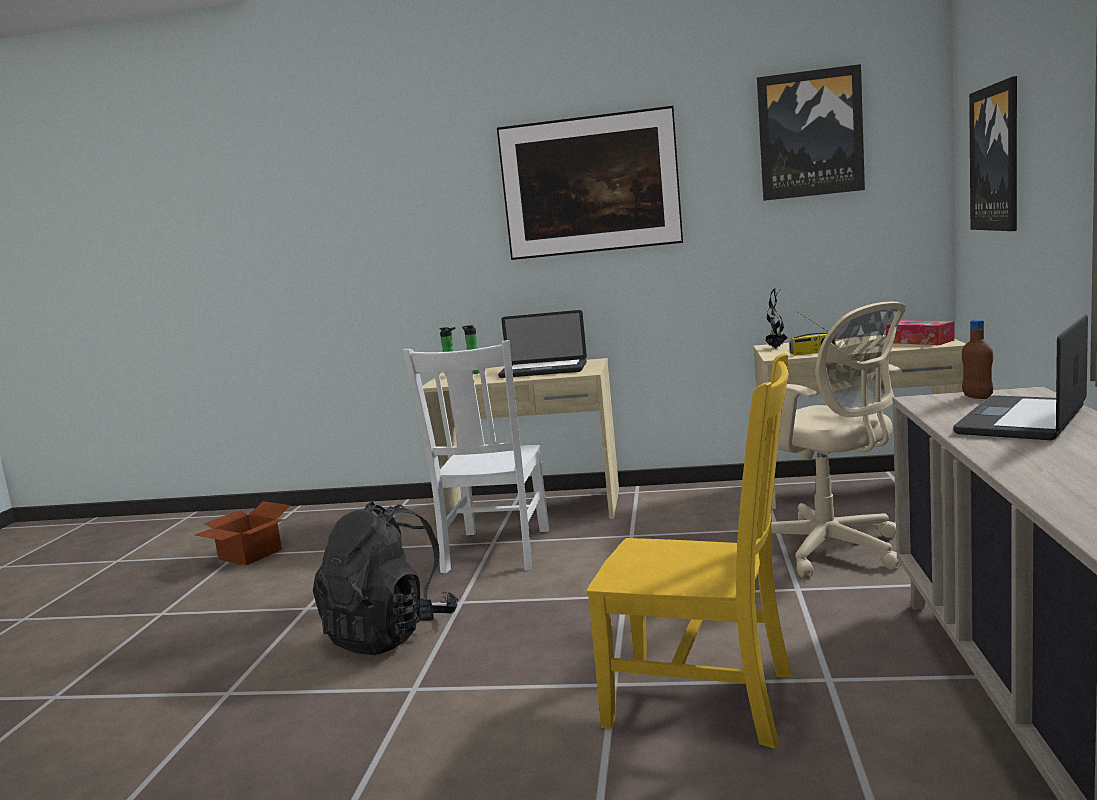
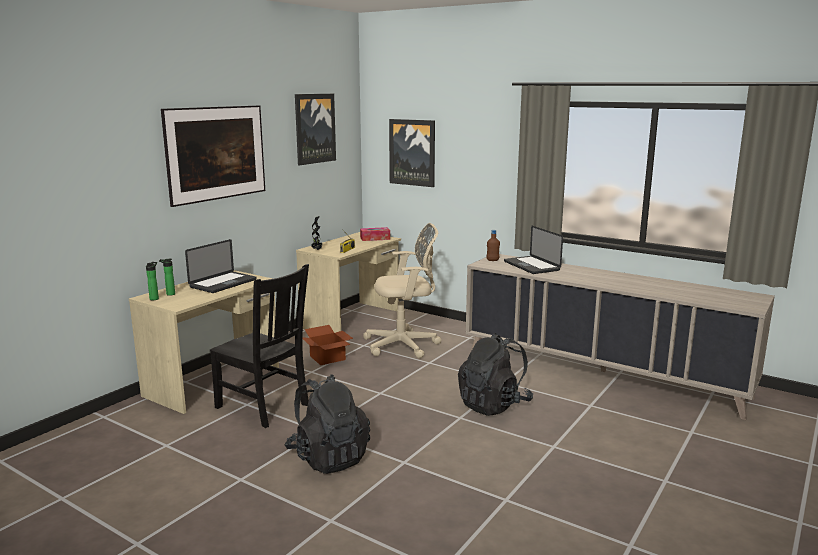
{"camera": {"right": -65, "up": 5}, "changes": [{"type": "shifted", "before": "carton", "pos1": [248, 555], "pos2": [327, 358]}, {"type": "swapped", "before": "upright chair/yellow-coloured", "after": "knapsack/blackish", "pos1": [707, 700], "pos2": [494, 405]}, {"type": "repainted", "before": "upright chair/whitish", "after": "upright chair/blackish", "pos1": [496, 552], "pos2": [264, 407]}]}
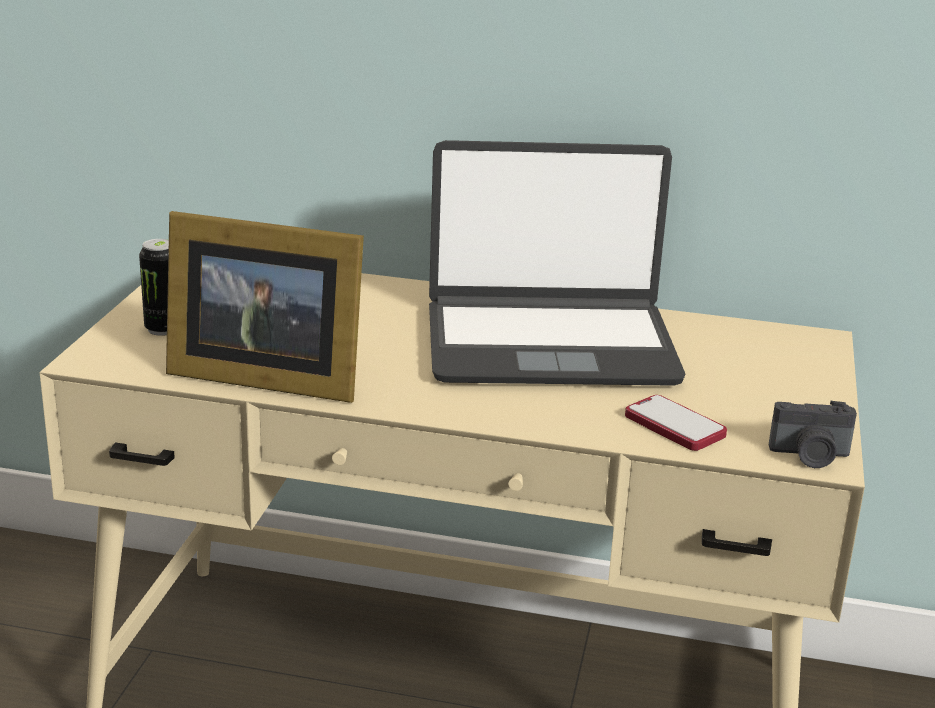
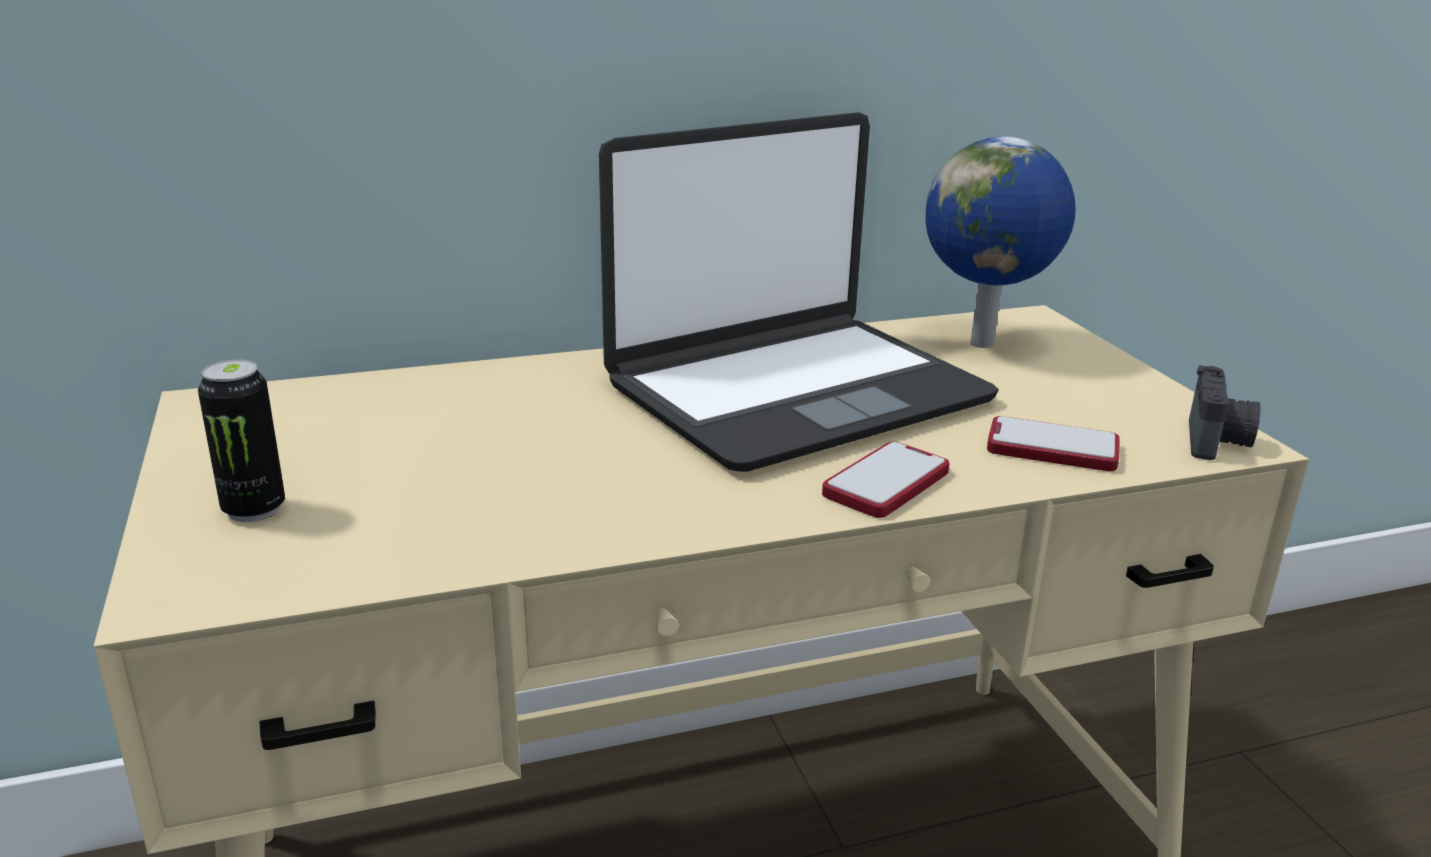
{"camera": {"right": -30, "up": 0}, "changes": [{"type": "gone", "before": "standing frame", "pos1": [262, 375]}, {"type": "new", "after": "handset", "pos2": [886, 483]}, {"type": "new", "after": "globe", "pos2": [984, 344]}, {"type": "rotated", "before": "photo camera", "pos1": [810, 456], "pos2": [1217, 441], "turn": -45}]}
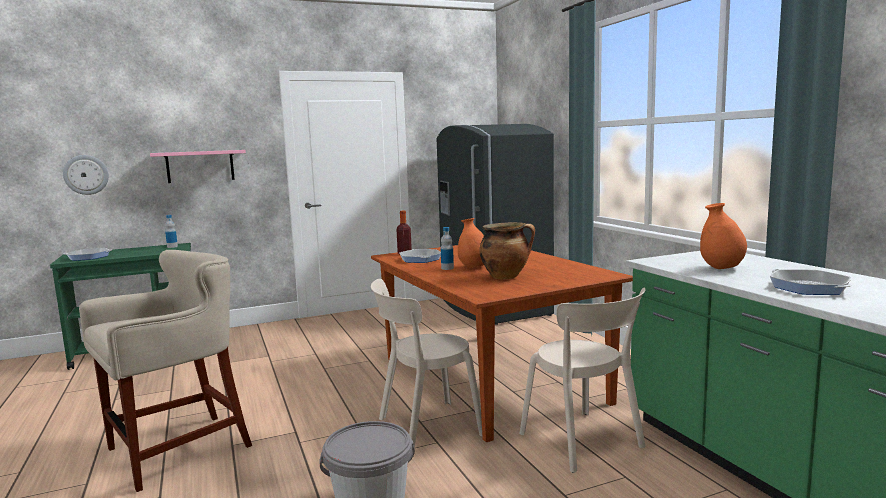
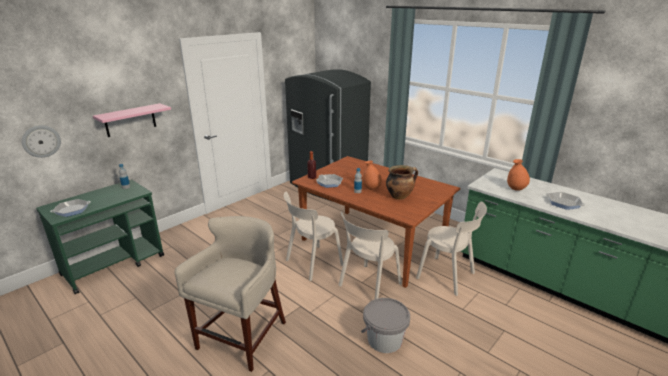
{"camera": {"right": -25, "up": 15}, "changes": [{"type": "new", "after": "upright chair/beige", "pos2": [312, 263]}]}
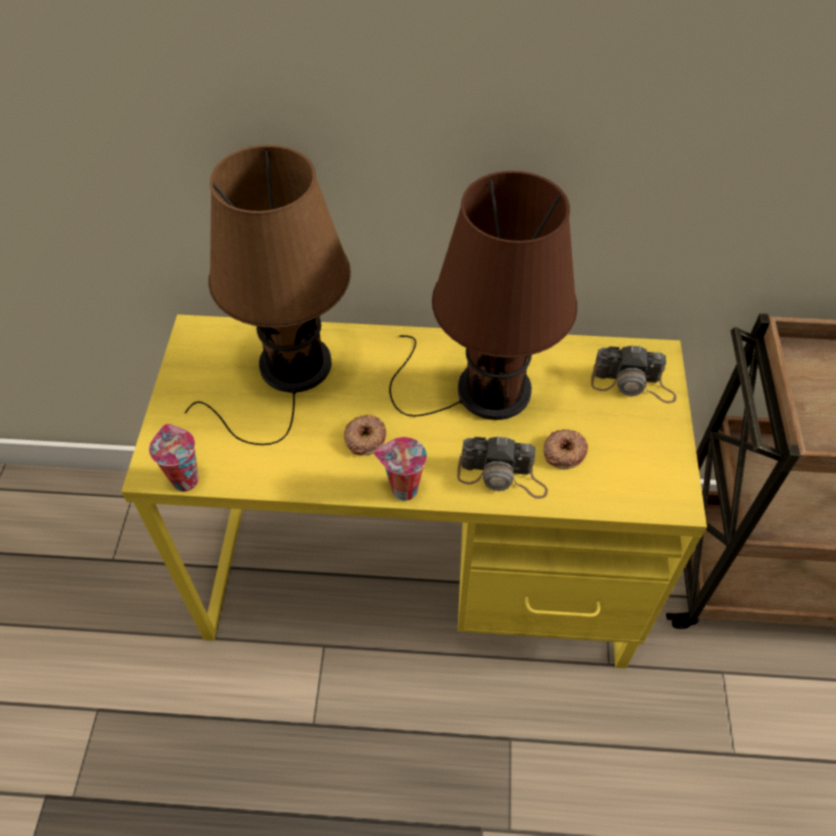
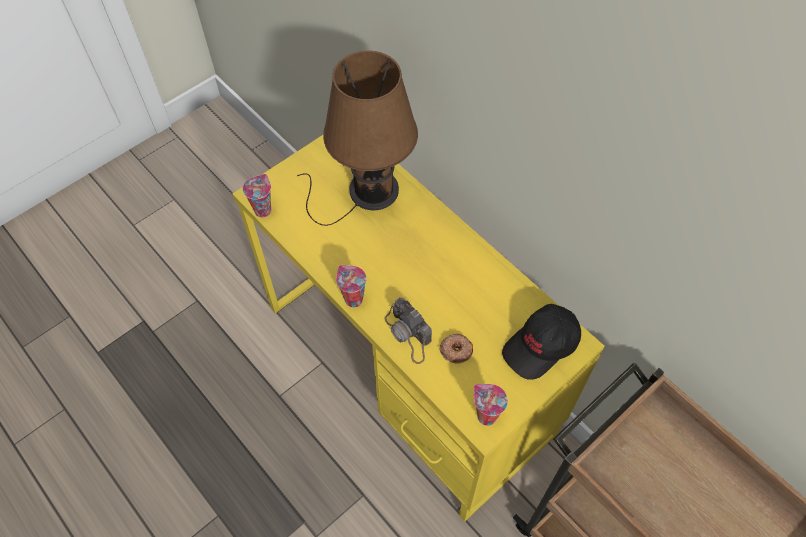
{"camera": {"right": 45, "up": 5}, "changes": [{"type": "gone", "before": "donut", "pos1": [365, 438]}, {"type": "gone", "before": "lamp for a table/brown", "pos1": [484, 389]}, {"type": "new", "after": "cup", "pos2": [485, 415]}, {"type": "swapped", "before": "photo camera", "after": "cap/blackish", "pos1": [633, 384], "pos2": [541, 346]}]}
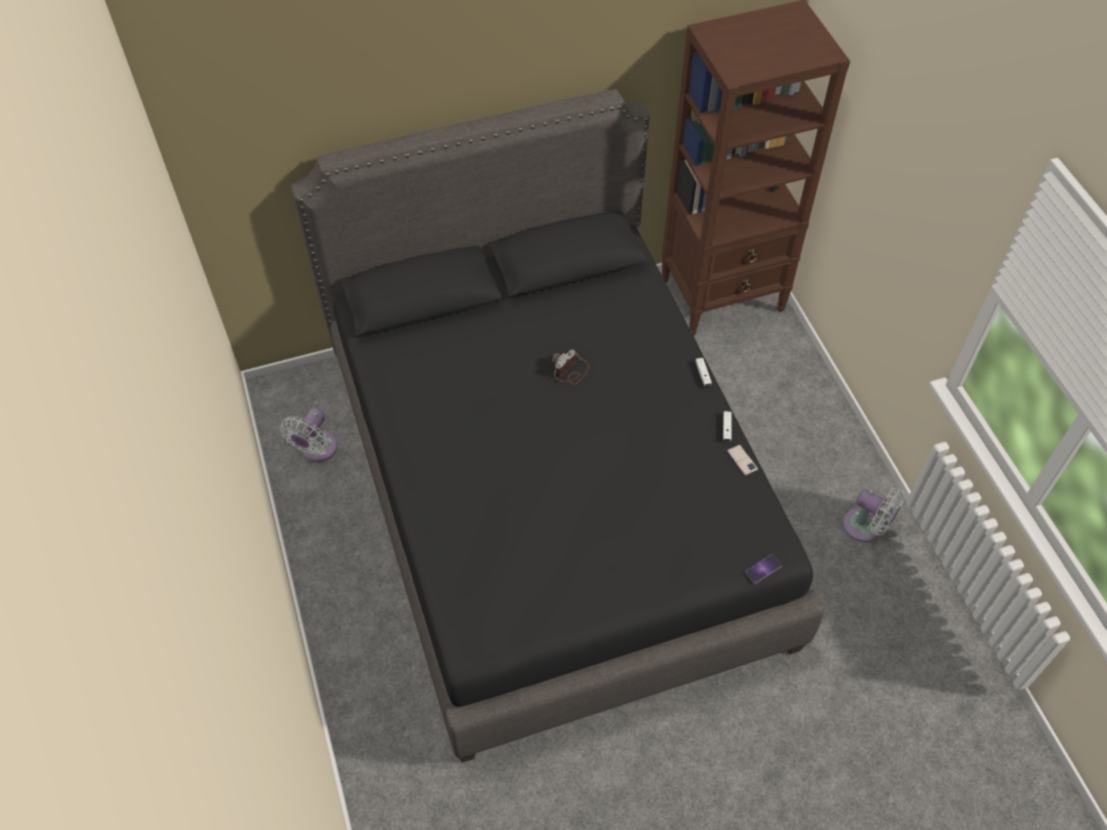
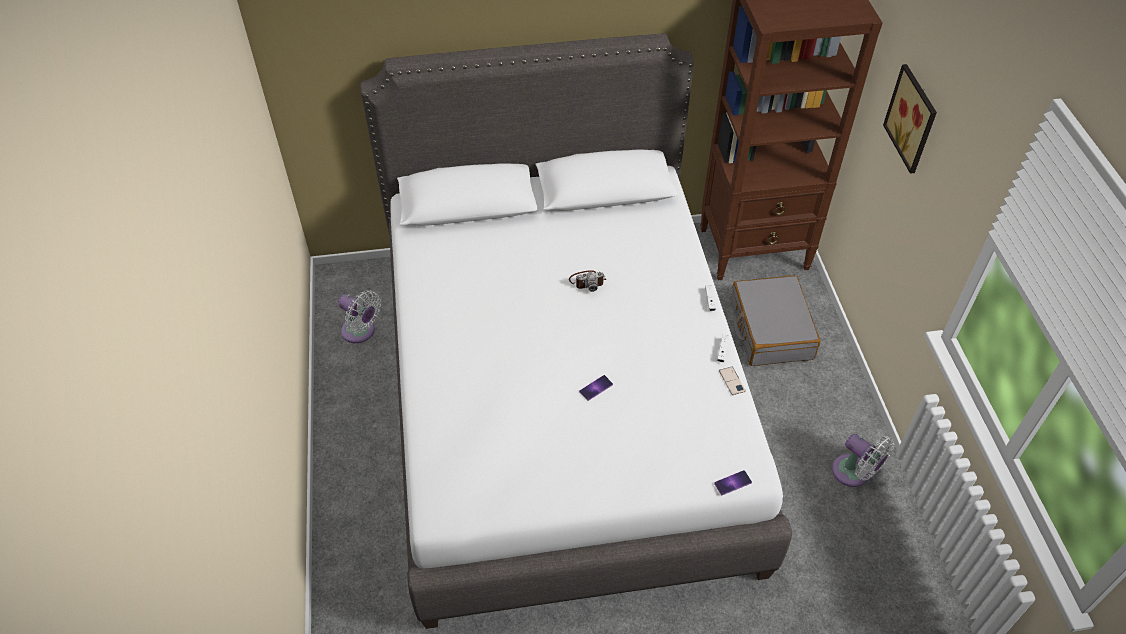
{"camera": {"right": 10, "up": -5}, "changes": [{"type": "new", "after": "handset", "pos2": [596, 388]}, {"type": "new", "after": "travel case/grey", "pos2": [770, 330]}, {"type": "new", "after": "picture", "pos2": [914, 118]}, {"type": "repainted", "before": "bedroom bed/blackish", "after": "bedroom bed/whitish", "pos1": [551, 495], "pos2": [561, 400]}, {"type": "rotated", "before": "cooling fan/whitish", "pos1": [317, 450], "pos2": [361, 332], "turn": -90}, {"type": "rotated", "before": "photo camera", "pos1": [570, 371], "pos2": [587, 281], "turn": -150}]}
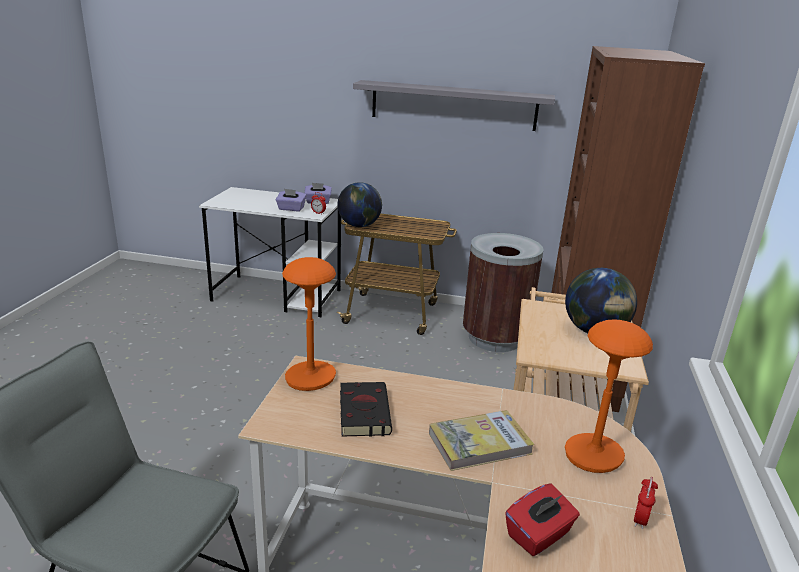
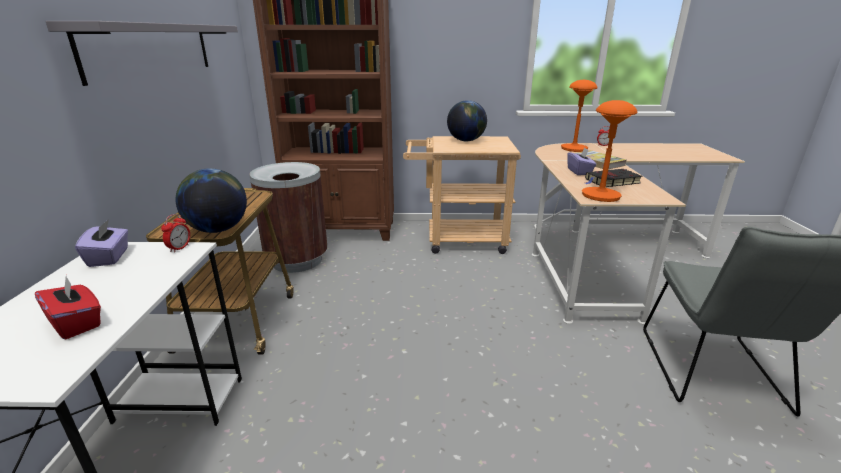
{"camera": {"right": -100, "up": 0}, "changes": [{"type": "shifted", "before": "tissue holder/purple-coloured", "pos1": [291, 209], "pos2": [579, 172]}, {"type": "shifted", "before": "tissue holder/reddish", "pos1": [539, 535], "pos2": [77, 323]}]}
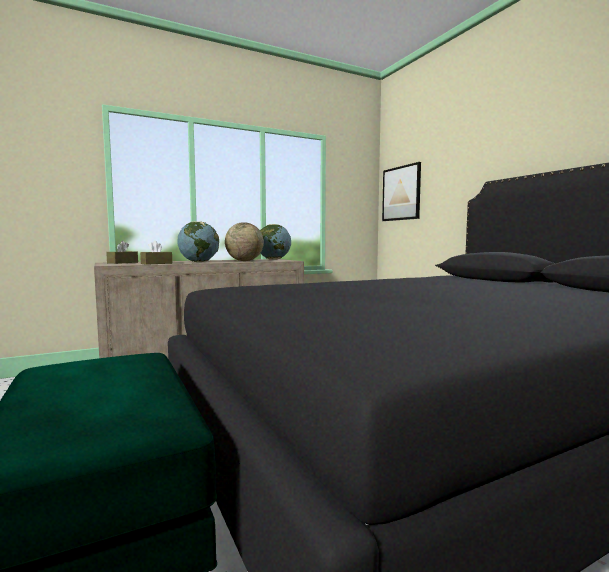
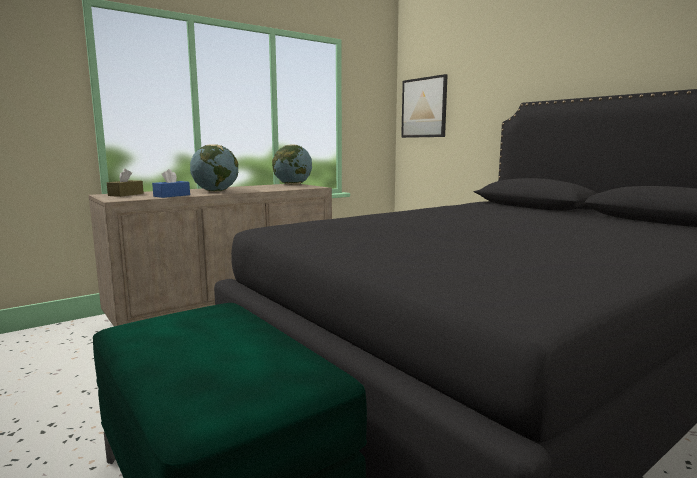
{"camera": {"right": -10, "up": 5}, "changes": [{"type": "gone", "before": "globe", "pos1": [244, 261]}, {"type": "repainted", "before": "tissue holder/brown", "after": "tissue holder/bluish", "pos1": [156, 263], "pos2": [172, 195]}]}
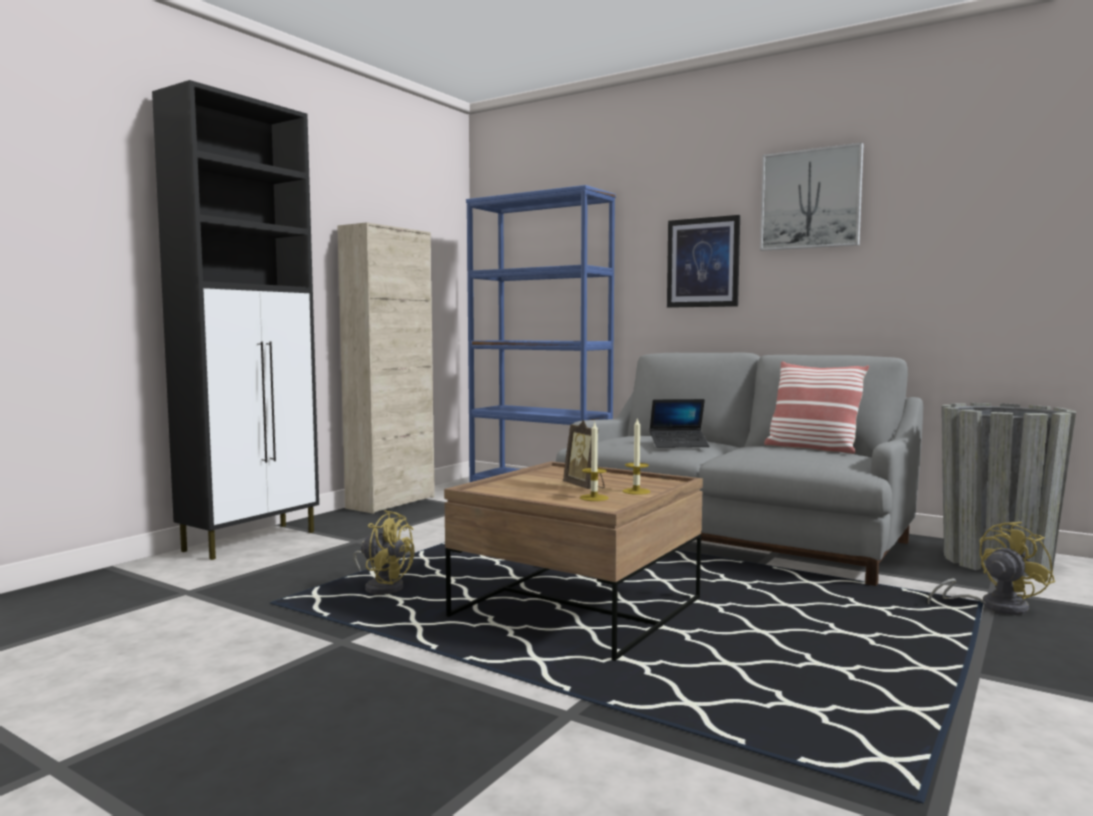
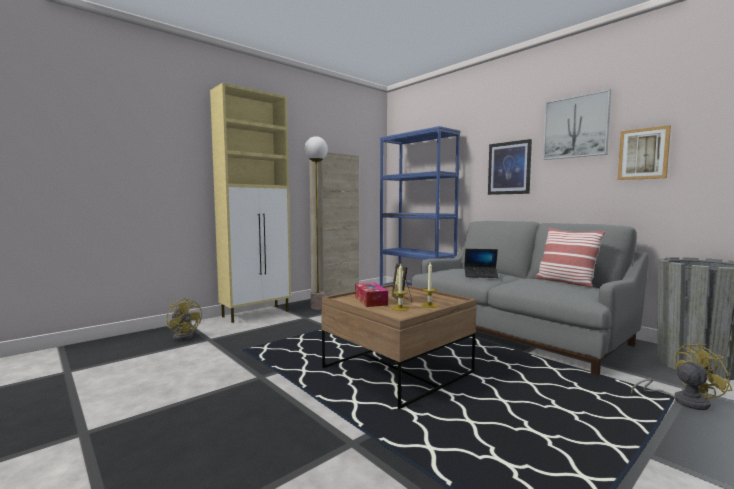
{"camera": {"right": 15, "up": 0}, "changes": [{"type": "new", "after": "floor lamp", "pos2": [318, 308]}, {"type": "new", "after": "tissue holder", "pos2": [370, 301]}, {"type": "new", "after": "picture", "pos2": [643, 154]}, {"type": "shifted", "before": "cooling fan/yellow-coloured", "pos1": [383, 587], "pos2": [185, 336]}, {"type": "repainted", "before": "cabinet/blackish", "after": "cabinet/beige", "pos1": [252, 541], "pos2": [257, 313]}]}
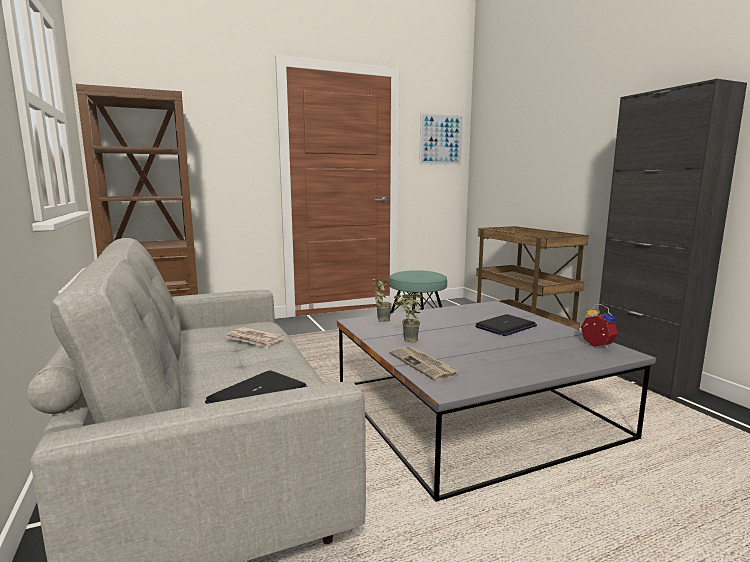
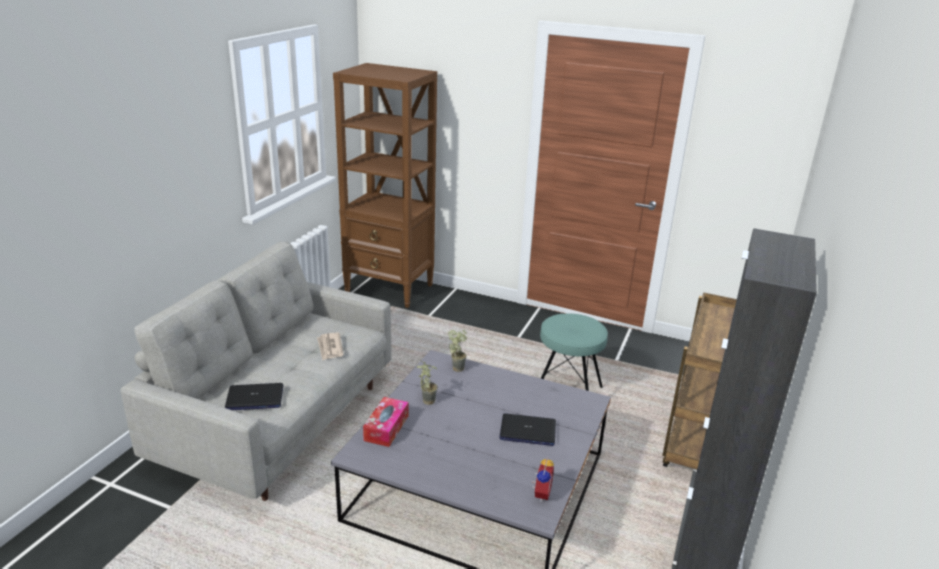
{"camera": {"right": 45, "up": 15}, "changes": [{"type": "gone", "before": "picture", "pos1": [441, 139]}, {"type": "swapped", "before": "printed paper", "after": "tissue holder", "pos1": [423, 365], "pos2": [386, 428]}]}
